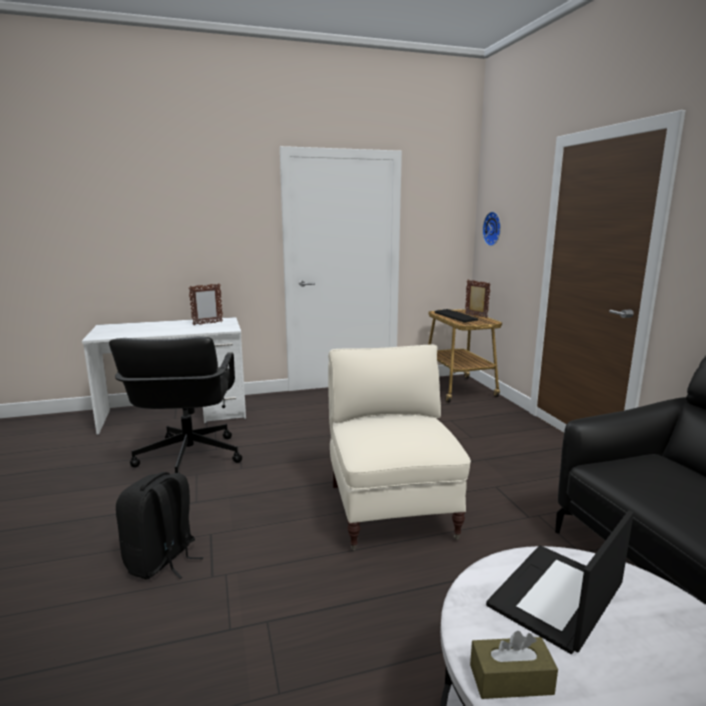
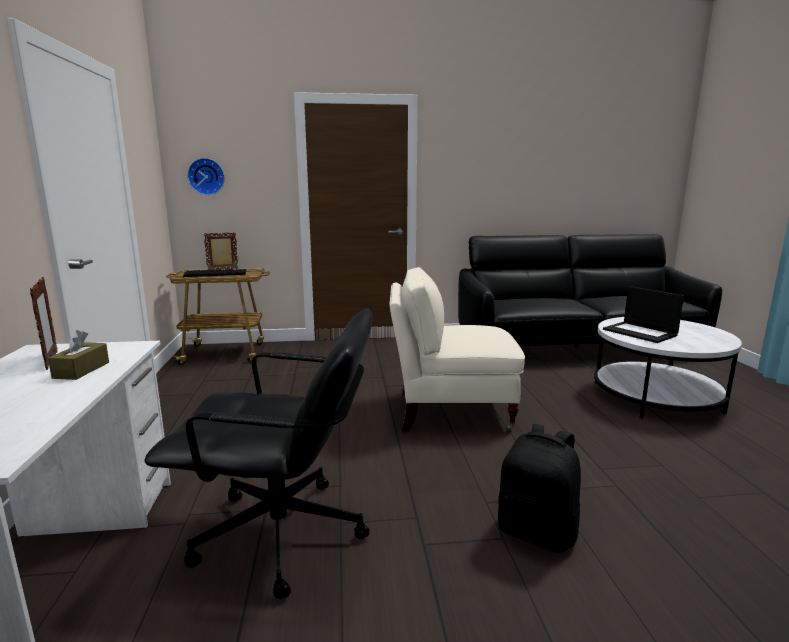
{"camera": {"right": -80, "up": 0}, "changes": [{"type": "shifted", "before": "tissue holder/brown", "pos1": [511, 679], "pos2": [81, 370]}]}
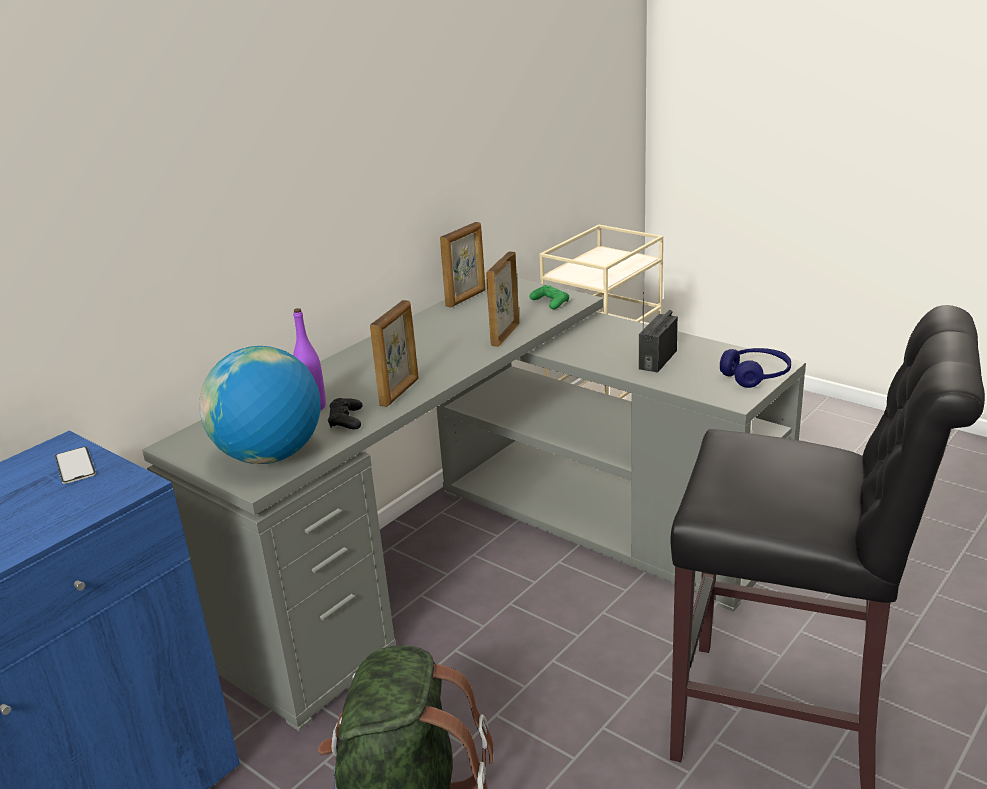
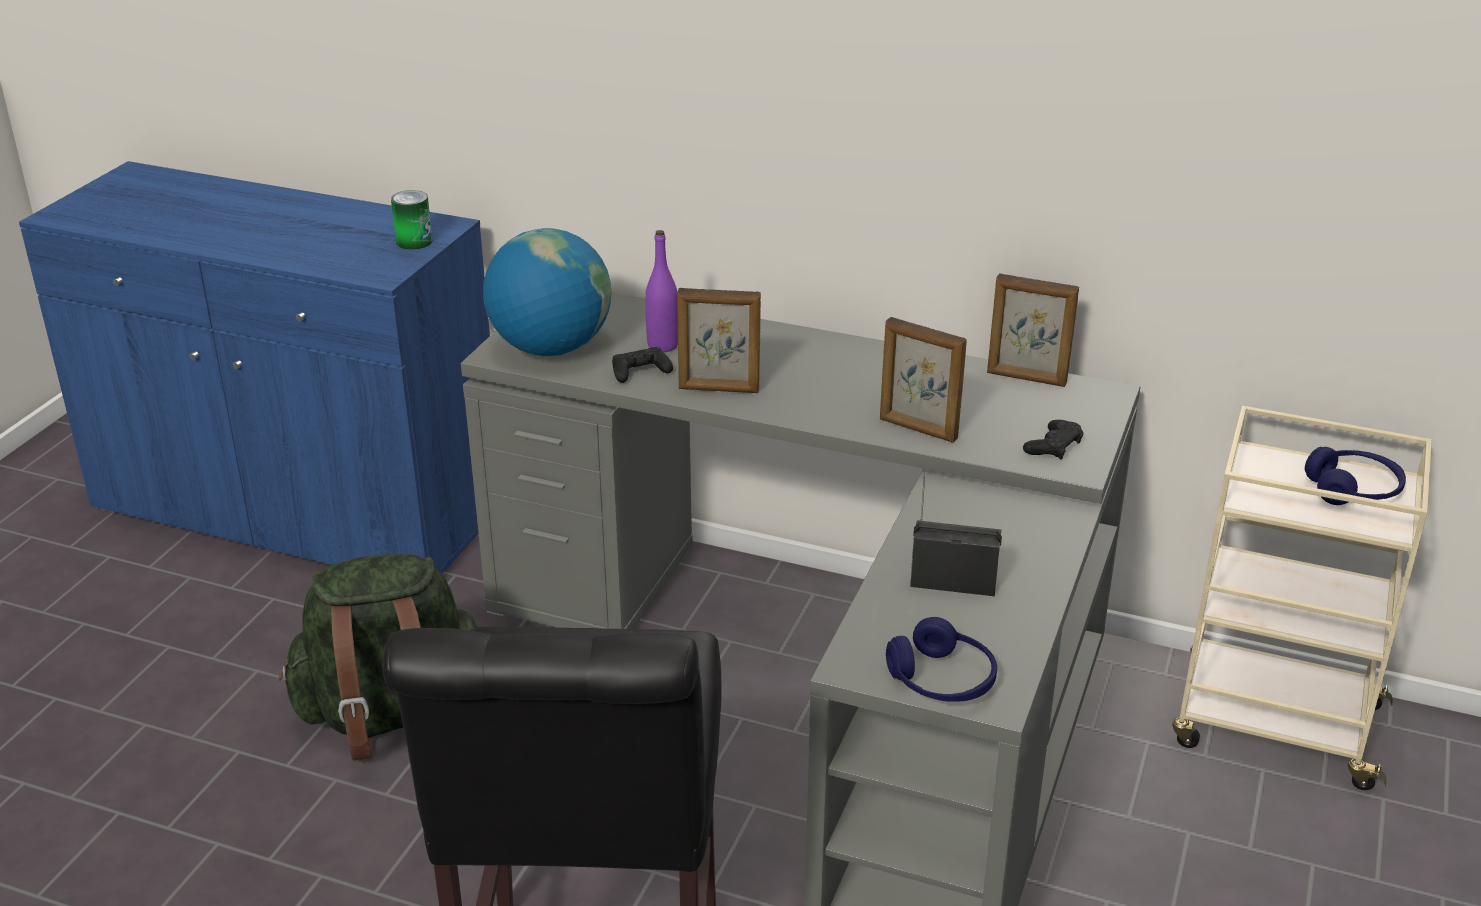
{"camera": {"right": 70, "up": 5}, "changes": [{"type": "new", "after": "headphones/bluish", "pos2": [1353, 490]}, {"type": "swapped", "before": "handset", "after": "can", "pos1": [75, 465], "pos2": [414, 241]}, {"type": "repainted", "before": "joypad/greenish", "after": "joypad/blackish", "pos1": [550, 302], "pos2": [1053, 446]}, {"type": "rotated", "before": "standing frame", "pos1": [504, 335], "pos2": [917, 429], "turn": -150}]}
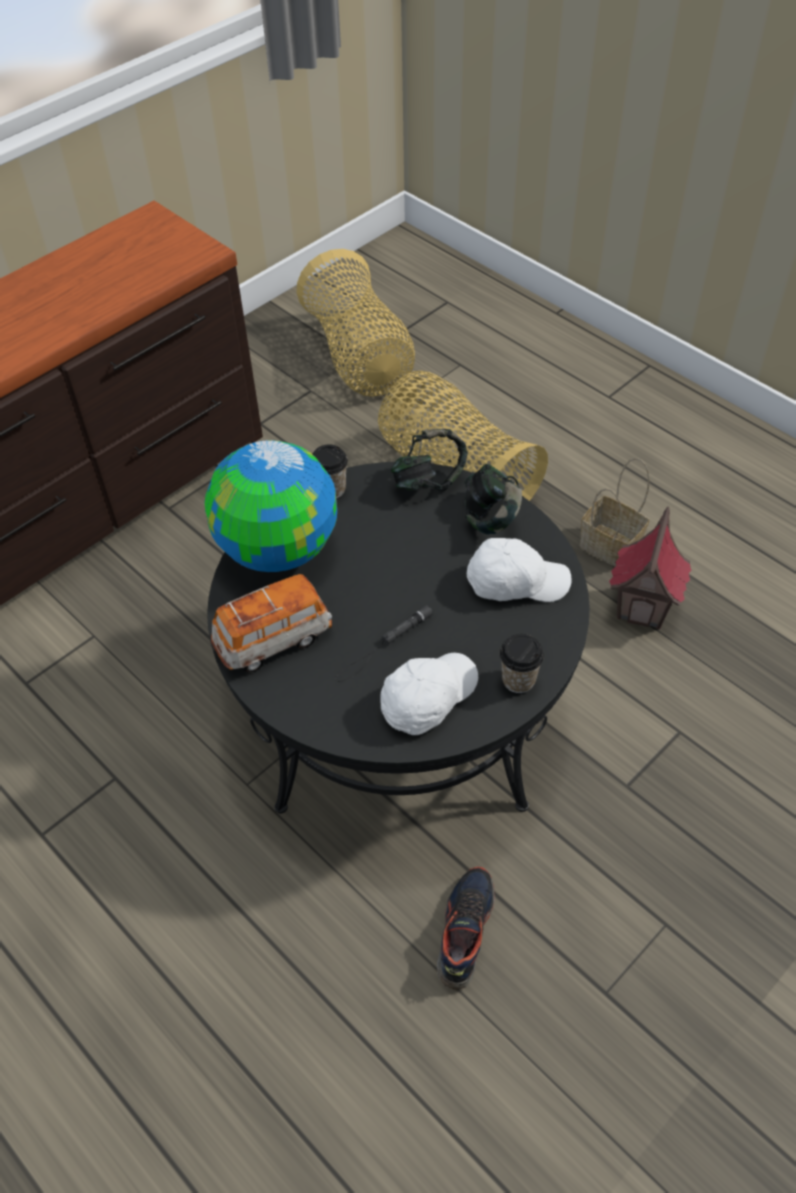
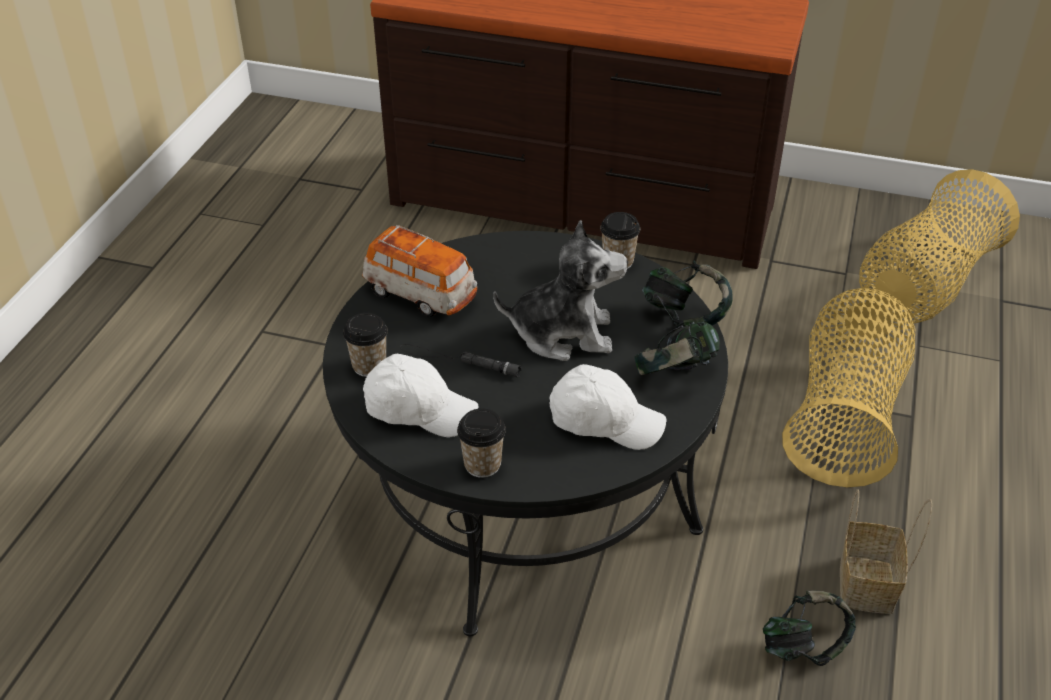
{"camera": {"right": 60, "up": -10}, "changes": [{"type": "gone", "before": "globe", "pos1": [278, 549]}, {"type": "gone", "before": "item of footwear", "pos1": [464, 930]}, {"type": "new", "after": "cup", "pos2": [369, 366]}, {"type": "new", "after": "cuddly toy", "pos2": [563, 333]}, {"type": "swapped", "before": "miniature house", "after": "headphones", "pos1": [643, 607], "pos2": [803, 647]}, {"type": "rotated", "before": "cap/whitish", "pos1": [516, 582], "pos2": [605, 421], "turn": -45}]}
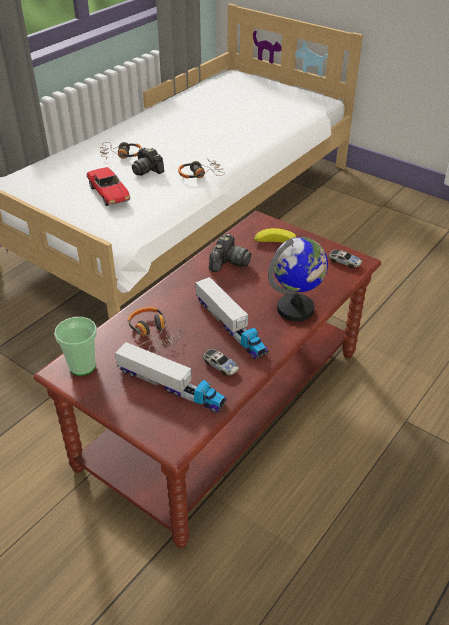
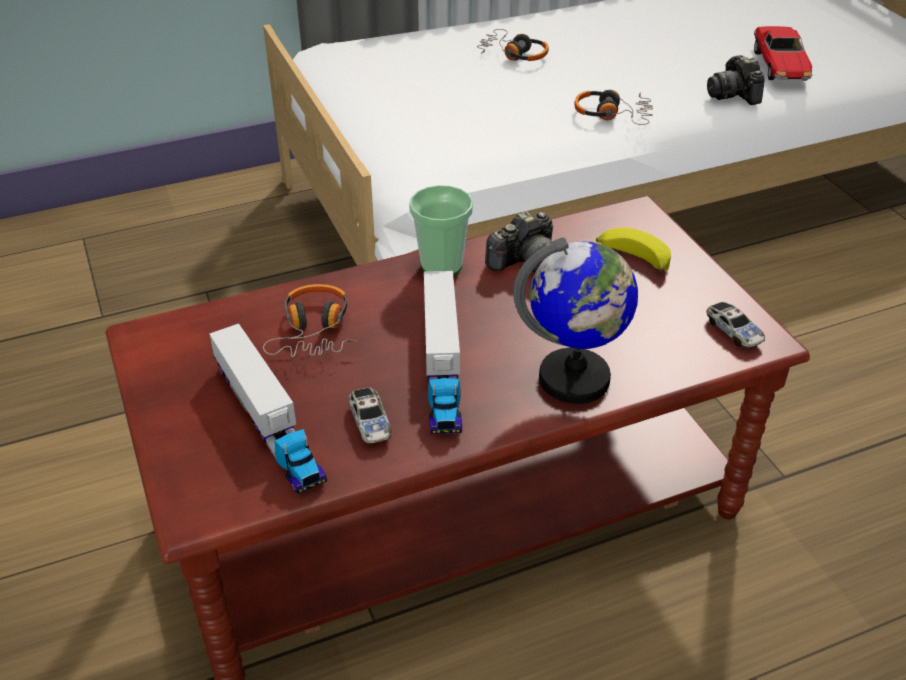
{"camera": {"right": 30, "up": 0}, "changes": [{"type": "shifted", "before": "cup", "pos1": [82, 366], "pos2": [441, 265]}, {"type": "shifted", "before": "model car", "pos1": [109, 194], "pos2": [780, 66]}, {"type": "shifted", "before": "photo camera", "pos1": [147, 170], "pos2": [733, 94]}]}
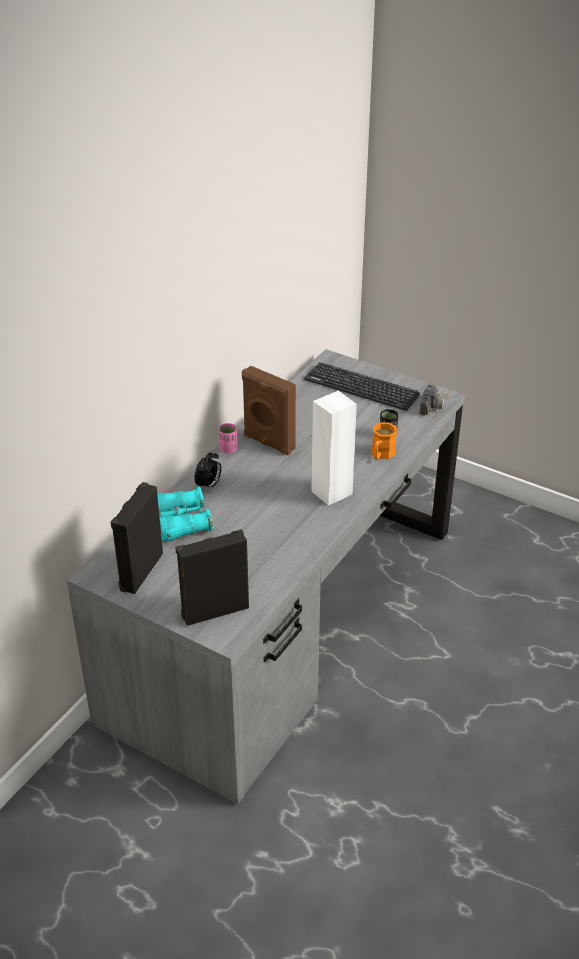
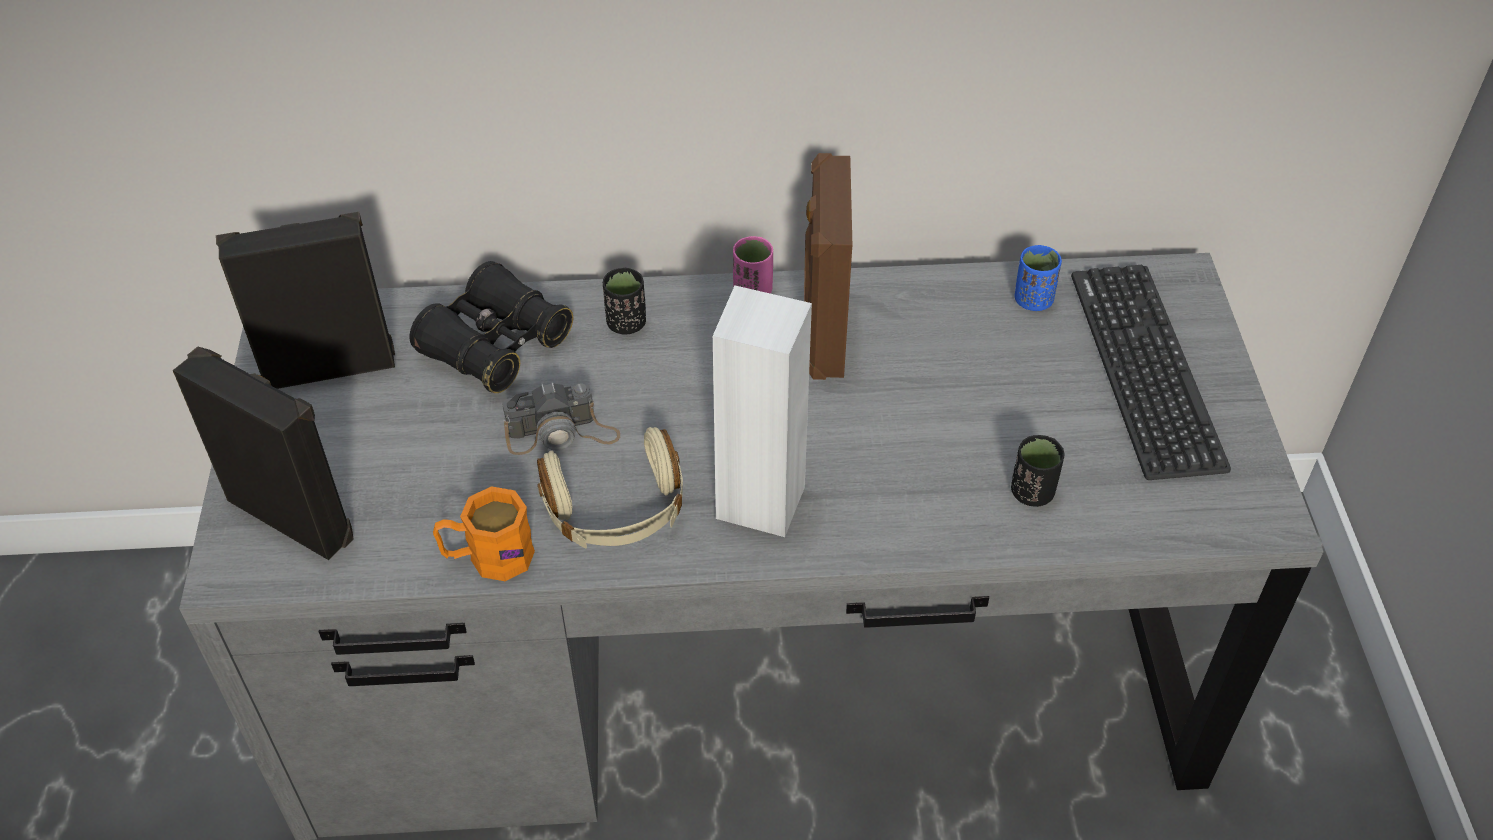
{"camera": {"right": 55, "up": 10}, "changes": [{"type": "new", "after": "headphones/beige", "pos2": [616, 510]}, {"type": "new", "after": "cup/bluish", "pos2": [1033, 300]}, {"type": "shifted", "before": "coffee mug/orange", "pos1": [381, 455], "pos2": [488, 557]}, {"type": "shifted", "before": "photo camera", "pos1": [434, 405], "pos2": [562, 433]}, {"type": "swapped", "before": "table clock", "after": "cup/blackish", "pos1": [209, 485], "pos2": [626, 323]}, {"type": "repainted", "before": "pair of binoculars/blue-green", "after": "pair of binoculars/blackish", "pos1": [181, 522], "pos2": [495, 345]}]}
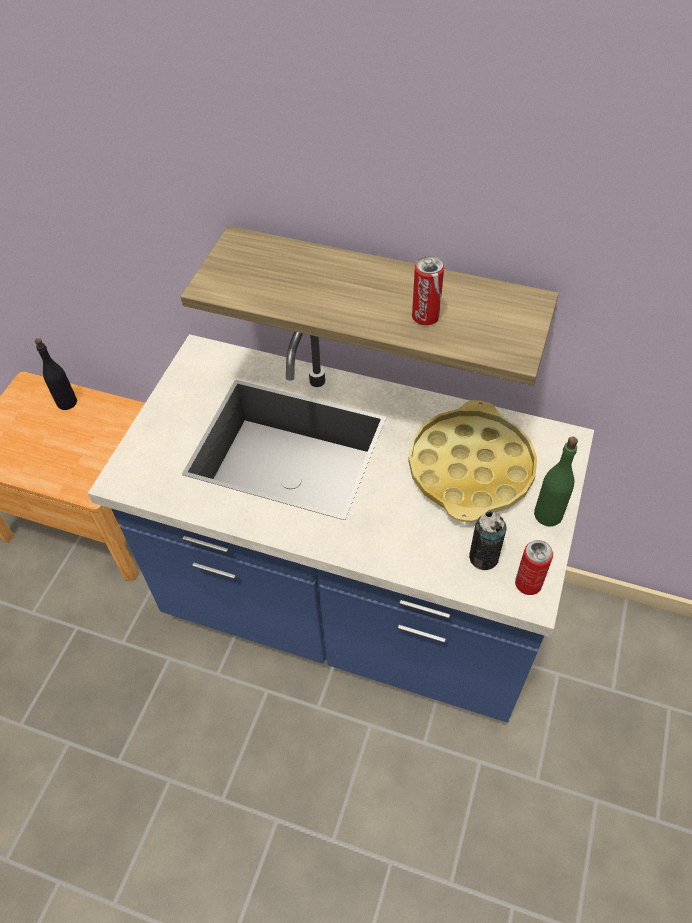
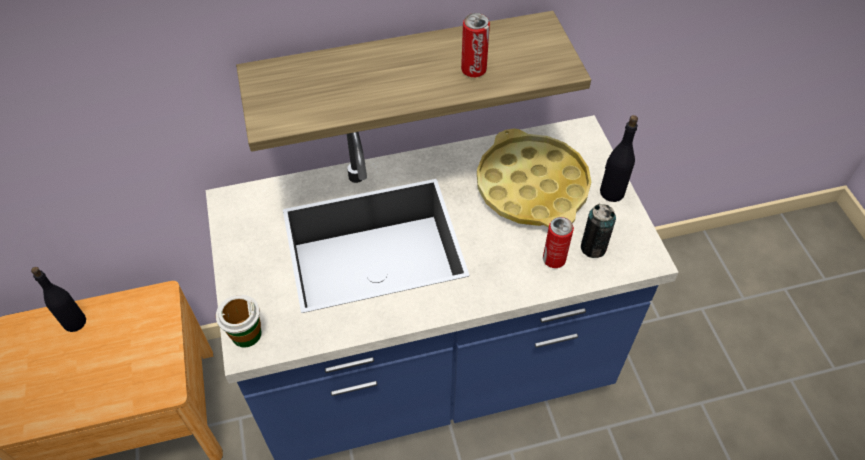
{"camera": {"right": -35, "up": 0}, "changes": [{"type": "new", "after": "cup", "pos2": [246, 334]}, {"type": "shifted", "before": "can", "pos1": [528, 584], "pos2": [554, 259]}, {"type": "repainted", "before": "drink bottle/greenish", "after": "drink bottle/blackish", "pos1": [547, 514], "pos2": [611, 192]}]}
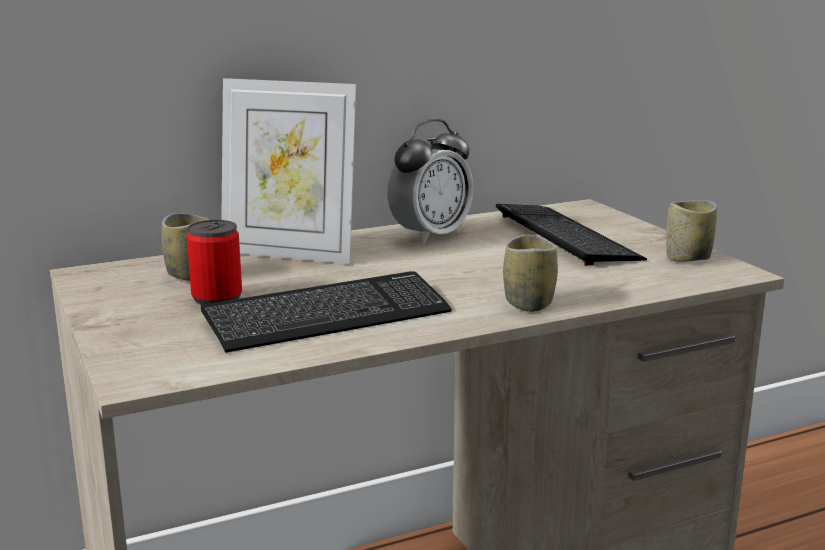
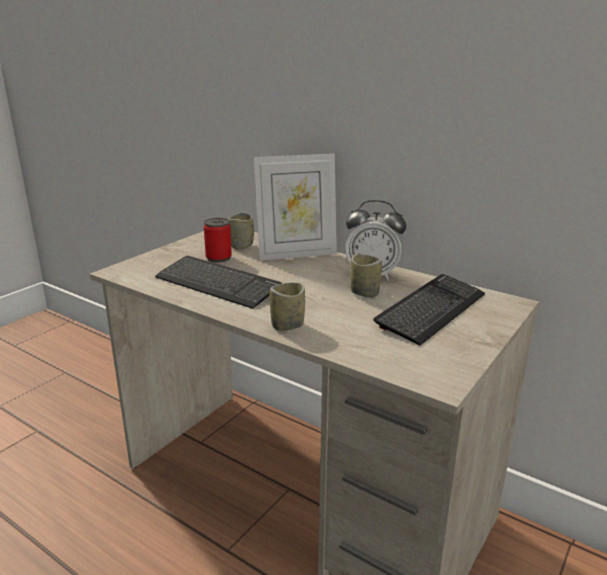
{"camera": {"right": 60, "up": 5}, "changes": [{"type": "shifted", "before": "cup", "pos1": [688, 258], "pos2": [364, 293]}, {"type": "rotated", "before": "standing frame", "pos1": [289, 253], "pos2": [296, 254], "turn": -90}]}
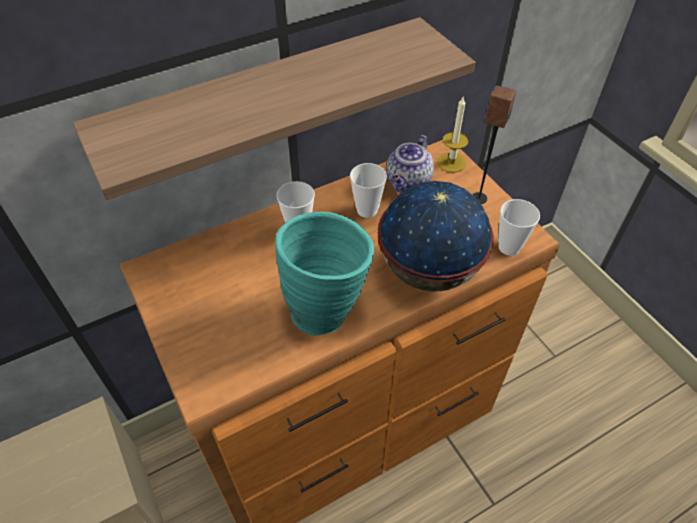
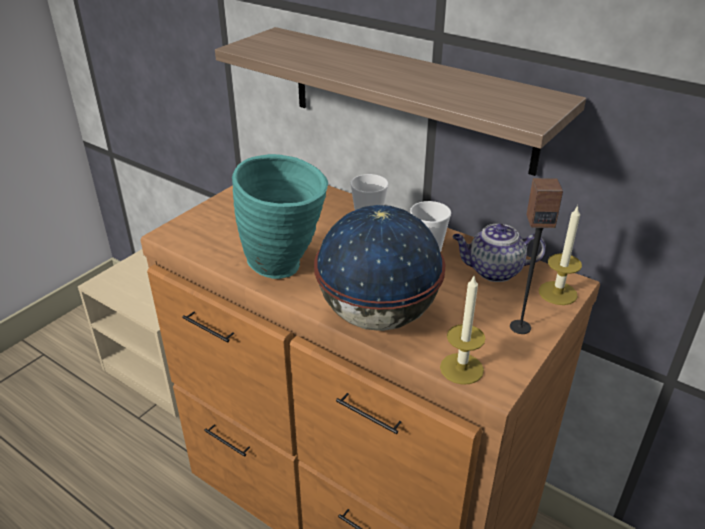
{"camera": {"right": 65, "up": -15}, "changes": [{"type": "swapped", "before": "cup", "after": "wax light", "pos1": [509, 247], "pos2": [461, 368]}]}
